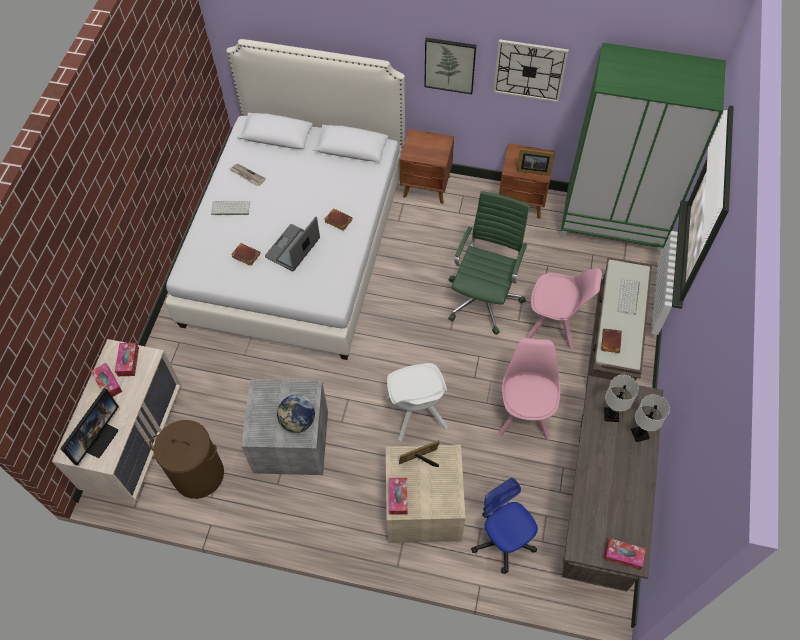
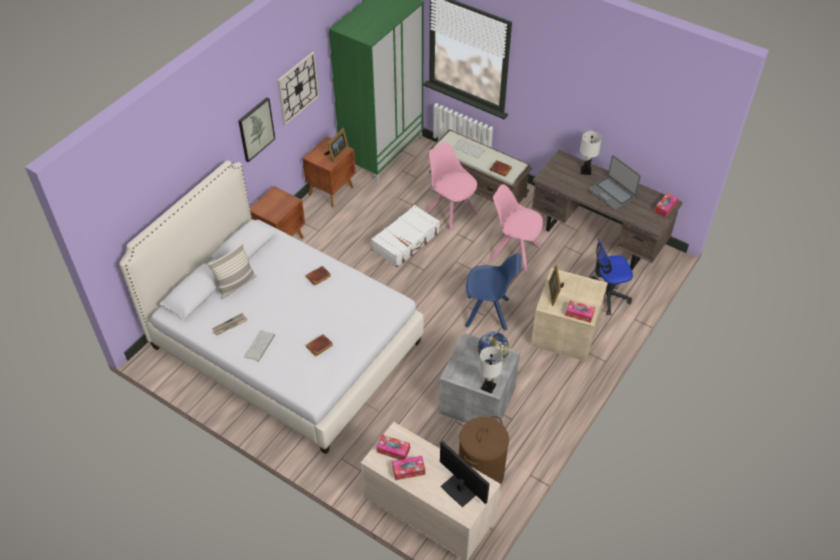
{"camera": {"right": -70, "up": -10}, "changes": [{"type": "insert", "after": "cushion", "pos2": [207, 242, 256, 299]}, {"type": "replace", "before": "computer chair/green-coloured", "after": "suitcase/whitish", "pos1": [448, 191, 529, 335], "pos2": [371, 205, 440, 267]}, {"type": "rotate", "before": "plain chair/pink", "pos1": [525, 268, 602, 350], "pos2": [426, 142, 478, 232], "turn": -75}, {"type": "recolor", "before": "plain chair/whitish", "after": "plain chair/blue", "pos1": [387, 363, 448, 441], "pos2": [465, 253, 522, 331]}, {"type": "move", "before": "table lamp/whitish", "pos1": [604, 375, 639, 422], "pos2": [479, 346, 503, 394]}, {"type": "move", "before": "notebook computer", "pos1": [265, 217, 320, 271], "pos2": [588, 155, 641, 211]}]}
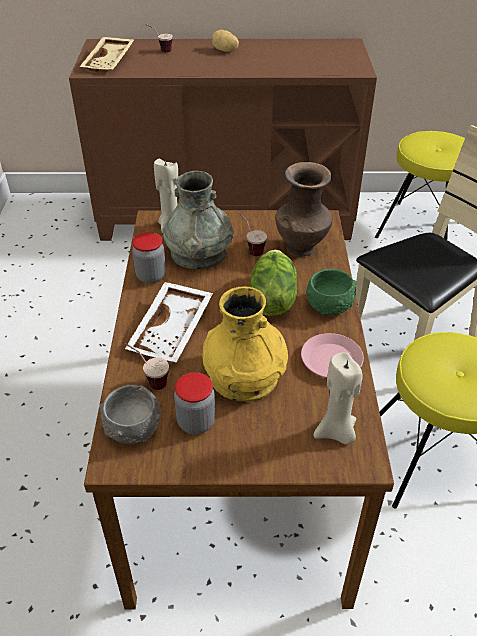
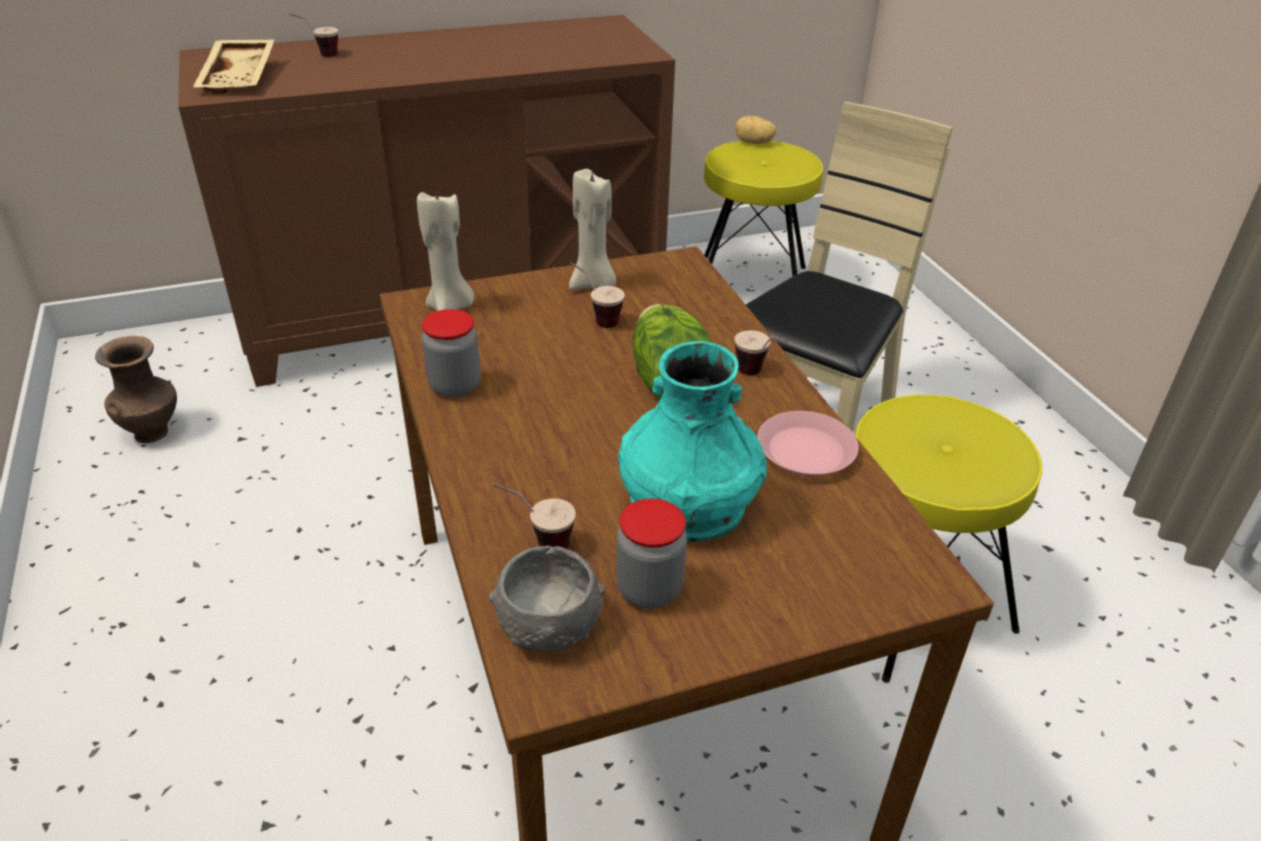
{"camera": {"right": -20, "up": -5}, "changes": [{"type": "move", "before": "decorative vase/brownish", "pos1": [275, 162, 332, 257], "pos2": [95, 336, 177, 443]}, {"type": "move", "before": "wax light/beige", "pos1": [313, 352, 363, 444], "pos2": [569, 169, 616, 290]}, {"type": "recolor", "before": "decorative vase/yellow", "after": "decorative vase/blue-green", "pos1": [203, 286, 288, 402], "pos2": [618, 341, 767, 542]}, {"type": "move", "before": "potato", "pos1": [212, 30, 239, 52], "pos2": [735, 116, 776, 144]}, {"type": "replace", "before": "serving bowl/green-coloured", "after": "drinking cup", "pos1": [306, 269, 357, 315], "pos2": [735, 330, 789, 375]}, {"type": "delete", "before": "carrying tray/whitish", "pos1": [125, 282, 213, 362]}, {"type": "delete", "before": "decorative vase/gray", "pos1": [163, 171, 234, 269]}]}
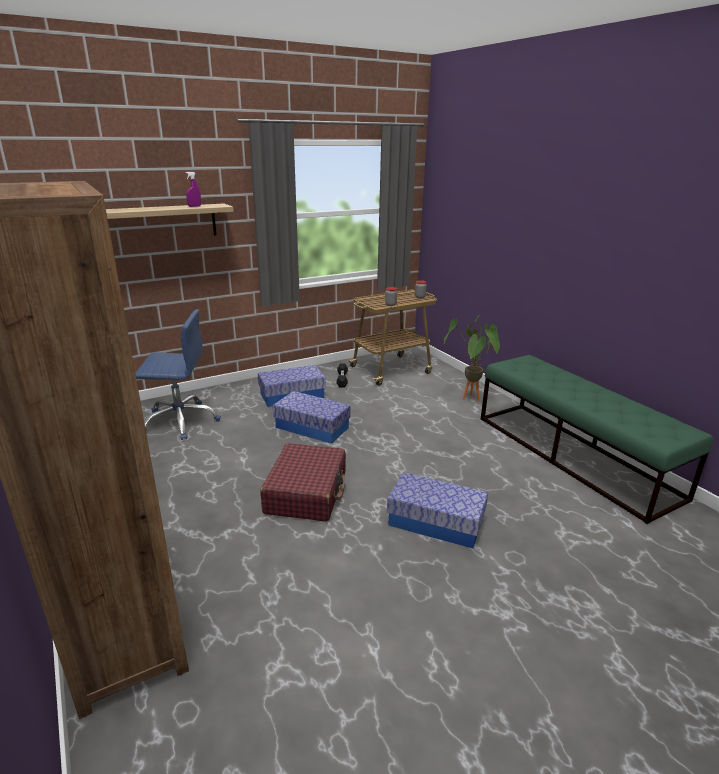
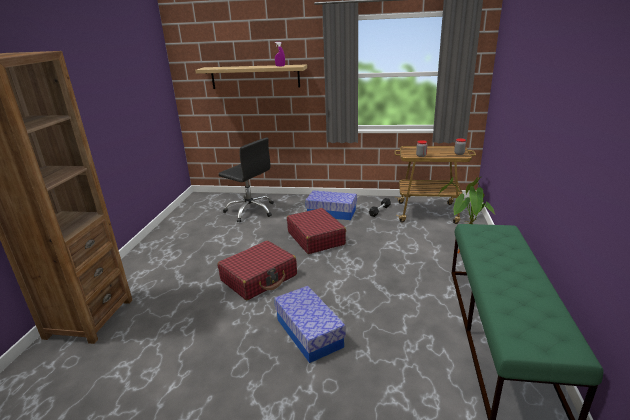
{"camera": {"right": 40, "up": 0}, "changes": [{"type": "recolor", "before": "computer chair/blue", "after": "computer chair/black", "pos1": [135, 309, 221, 440], "pos2": [219, 137, 274, 223]}, {"type": "replace", "before": "storage container", "after": "suitcase/red-coloured", "pos1": [273, 391, 351, 444], "pos2": [287, 208, 346, 254]}]}
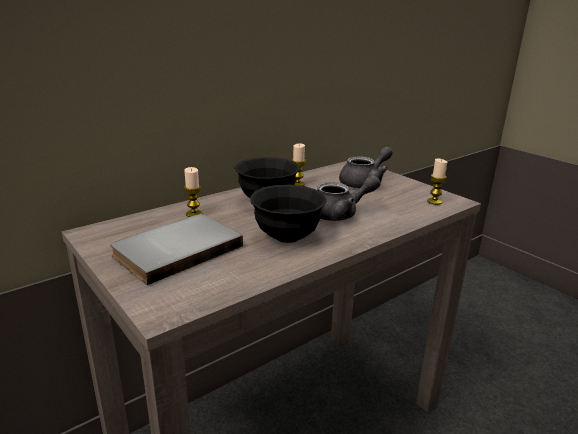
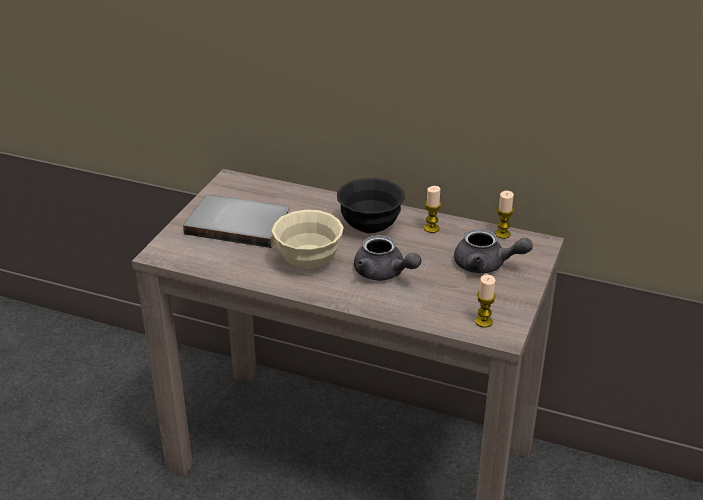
{"camera": {"right": 60, "up": 10}, "changes": [{"type": "recolor", "before": "serving bowl/black", "after": "serving bowl/beige", "pos1": [250, 185, 327, 243], "pos2": [272, 210, 344, 269]}, {"type": "move", "before": "wax light", "pos1": [184, 167, 202, 217], "pos2": [495, 191, 514, 239]}]}
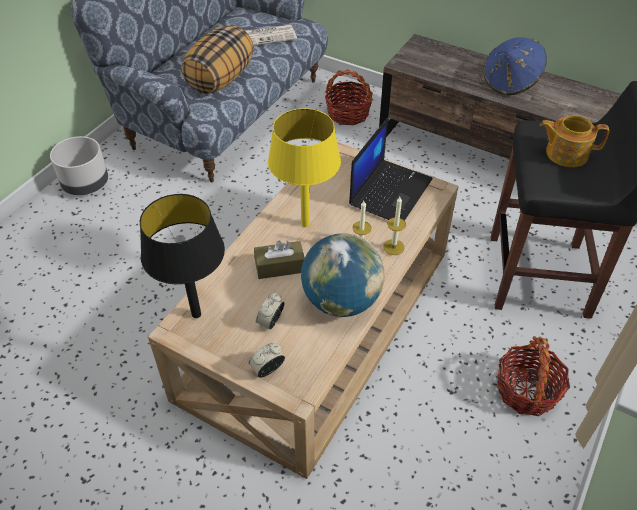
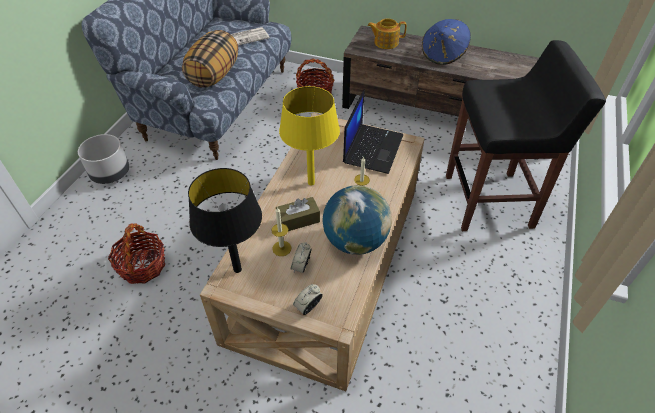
{"camera": {"right": -10, "up": 0}, "changes": [{"type": "move", "before": "storage basket", "pos1": [497, 336, 570, 416], "pos2": [108, 223, 165, 284]}, {"type": "move", "before": "wax light", "pos1": [383, 197, 406, 255], "pos2": [271, 207, 291, 256]}, {"type": "move", "before": "tea pot", "pos1": [540, 115, 609, 167], "pos2": [368, 18, 407, 49]}]}
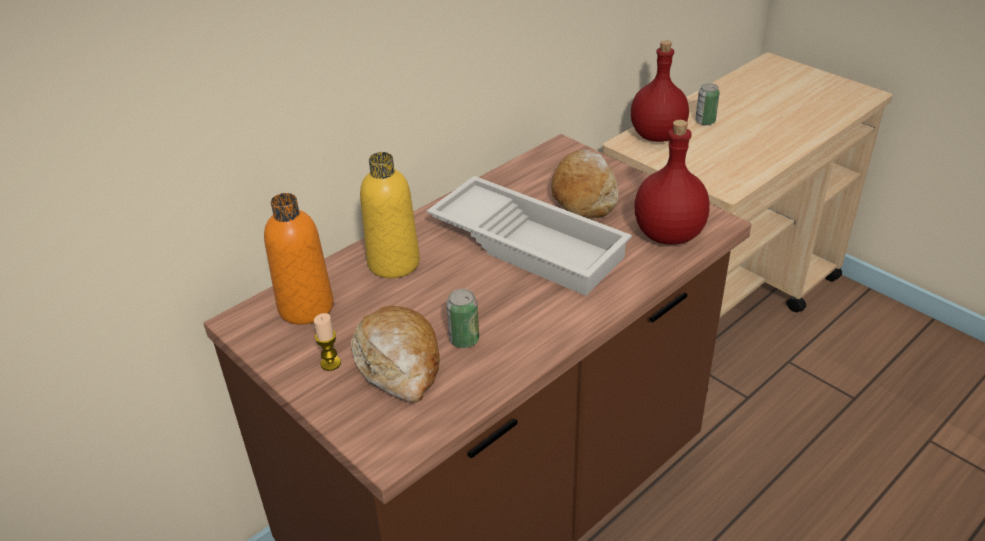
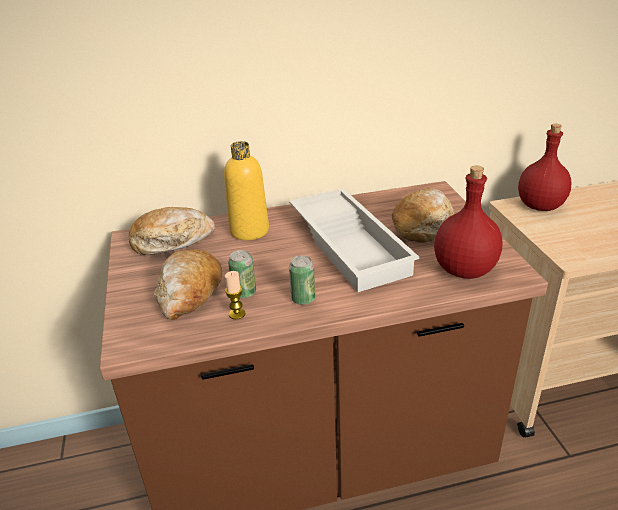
{"camera": {"right": 30, "up": -5}, "changes": [{"type": "replace", "before": "drink bottle/orangey", "after": "bread", "pos1": [264, 193, 334, 325], "pos2": [129, 207, 215, 255]}, {"type": "move", "before": "wax light", "pos1": [314, 313, 341, 371], "pos2": [225, 271, 245, 320]}, {"type": "move", "before": "metal can", "pos1": [695, 83, 720, 125], "pos2": [289, 255, 315, 305]}]}
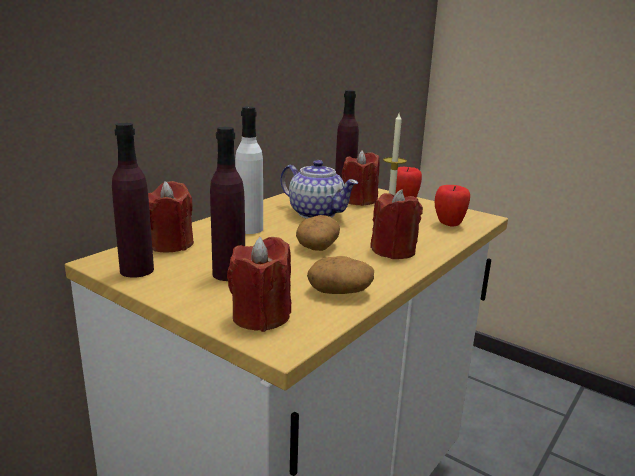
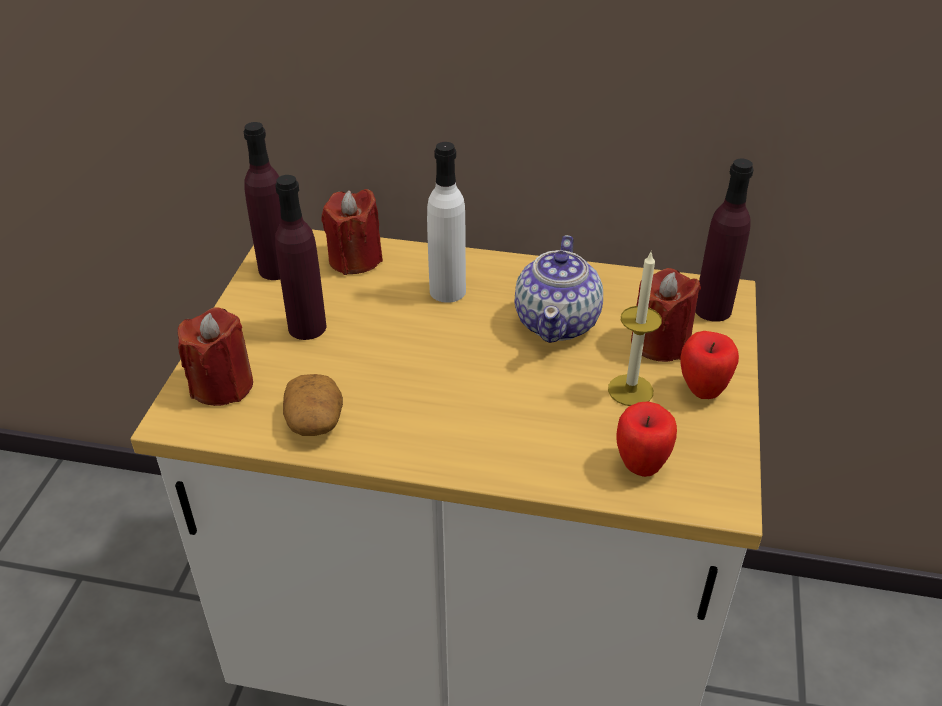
{"camera": {"right": 65, "up": 20}, "changes": [{"type": "delete", "before": "potato", "pos1": [296, 215, 340, 251]}, {"type": "delete", "before": "wax light/red-coloured", "pos1": [370, 189, 423, 259]}]}
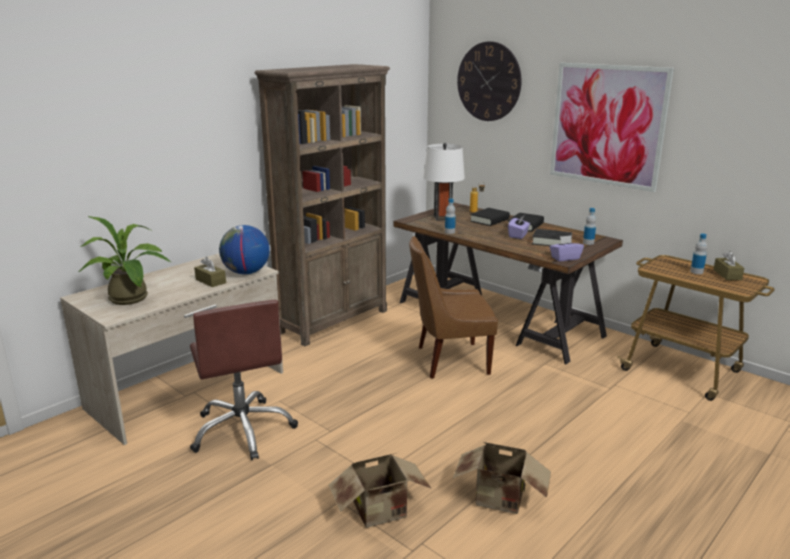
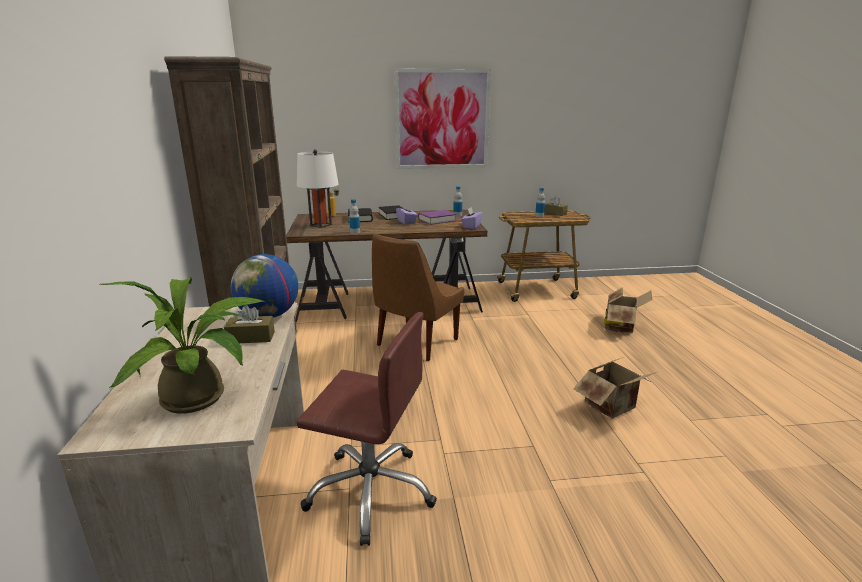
{"camera": {"right": -50, "up": 0}, "changes": [{"type": "recolor", "before": "volume/black", "after": "volume/purple", "pos1": [532, 229, 572, 246], "pos2": [418, 210, 456, 225]}, {"type": "move", "before": "cardboard box", "pos1": [329, 453, 431, 528], "pos2": [604, 287, 653, 333]}, {"type": "delete", "before": "clock on the wall", "pos1": [457, 41, 522, 121]}]}
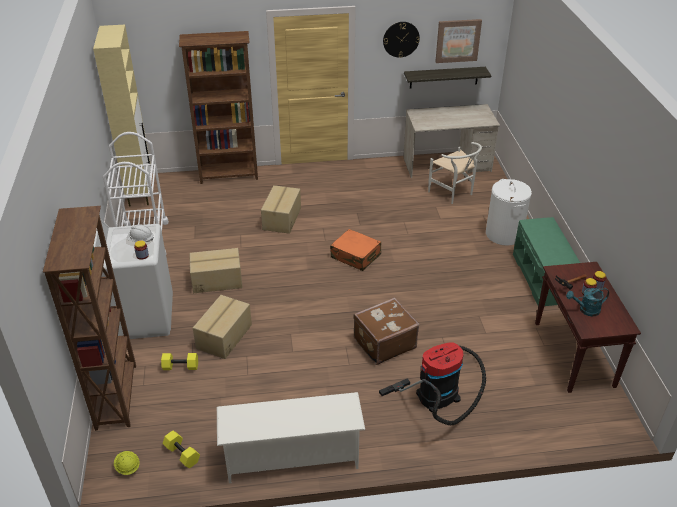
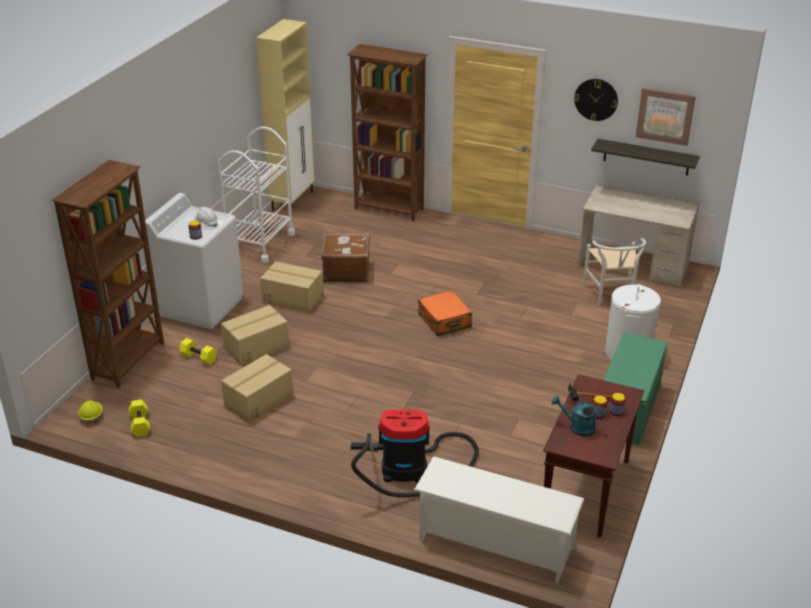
{"camera": {"right": 30, "up": -5}, "changes": [{"type": "move", "before": "cardboard box", "pos1": [261, 185, 301, 234], "pos2": [221, 354, 294, 423]}, {"type": "move", "before": "suitcase/brownish", "pos1": [354, 297, 419, 365], "pos2": [321, 233, 370, 282]}, {"type": "move", "before": "shoe rack/whitish", "pos1": [217, 392, 365, 483], "pos2": [414, 456, 584, 584]}]}
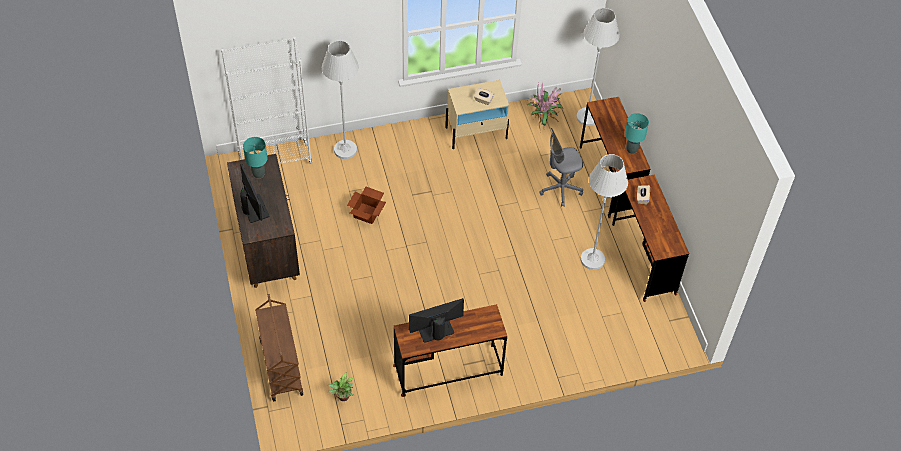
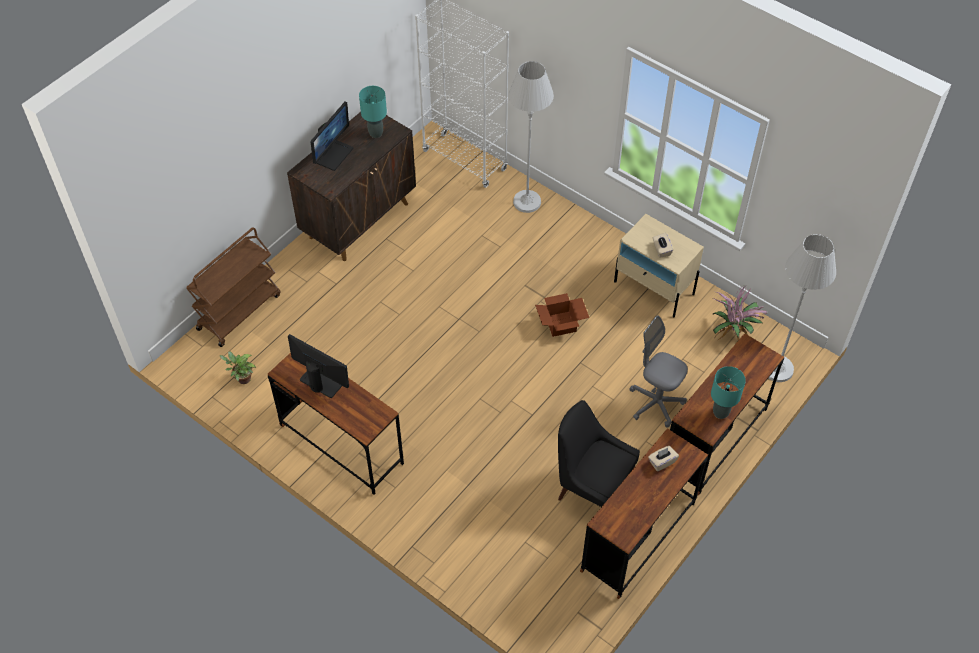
{"camera": {"right": 55, "up": 0}, "changes": [{"type": "move", "before": "cardboard box", "pos1": [347, 187, 386, 224], "pos2": [535, 293, 589, 337]}, {"type": "replace", "before": "standard lamp/whitish", "after": "plain chair/black", "pos1": [581, 154, 628, 270], "pos2": [558, 400, 640, 507]}]}
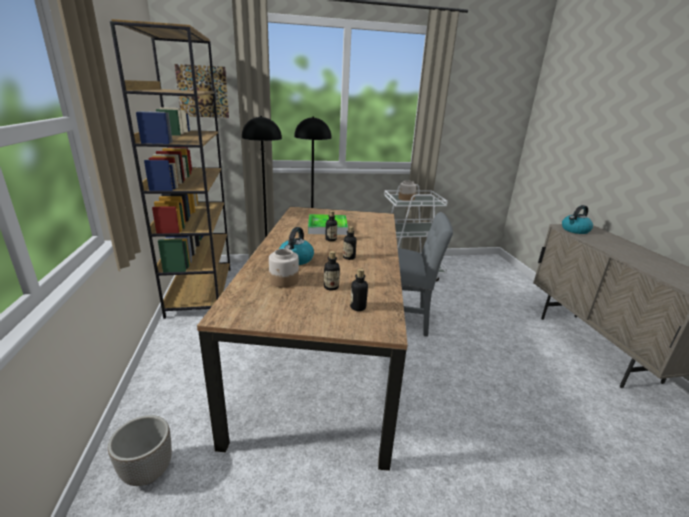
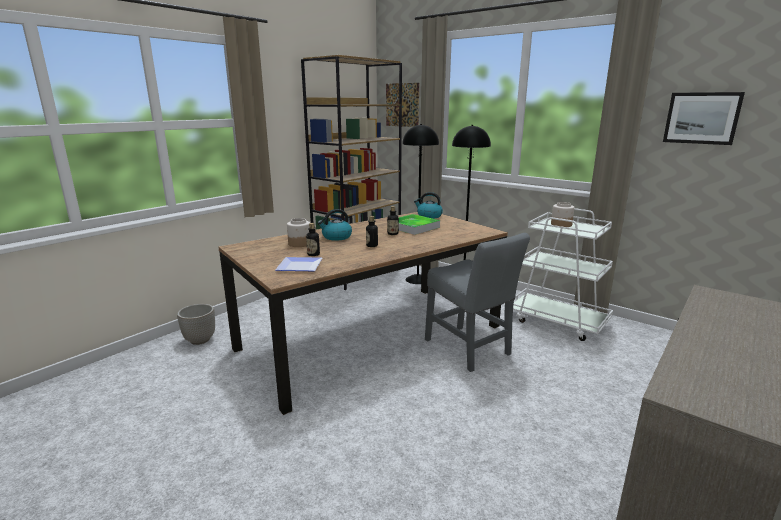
{"camera": {"right": 50, "up": -5}, "changes": [{"type": "replace", "before": "drink bottle", "after": "flat dish", "pos1": [350, 268, 368, 311], "pos2": [275, 257, 322, 271]}, {"type": "move", "before": "tea kettle", "pos1": [562, 205, 593, 234], "pos2": [414, 192, 443, 219]}, {"type": "insert", "after": "wall picture", "pos2": [663, 92, 745, 145]}]}
